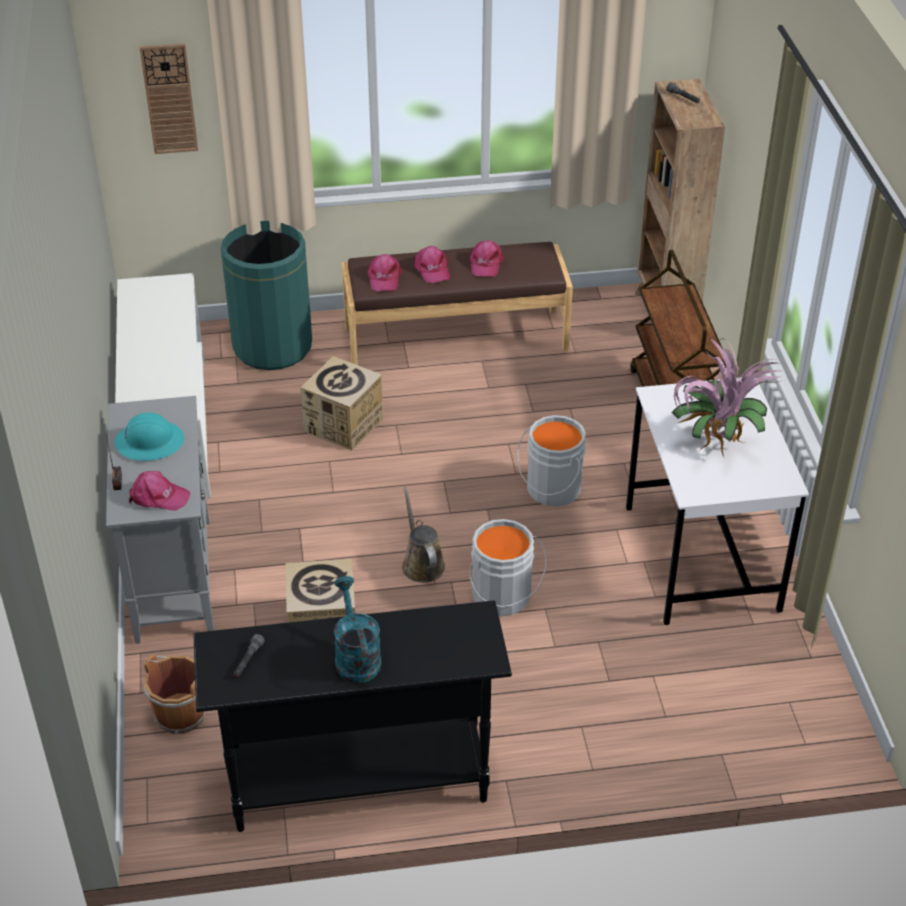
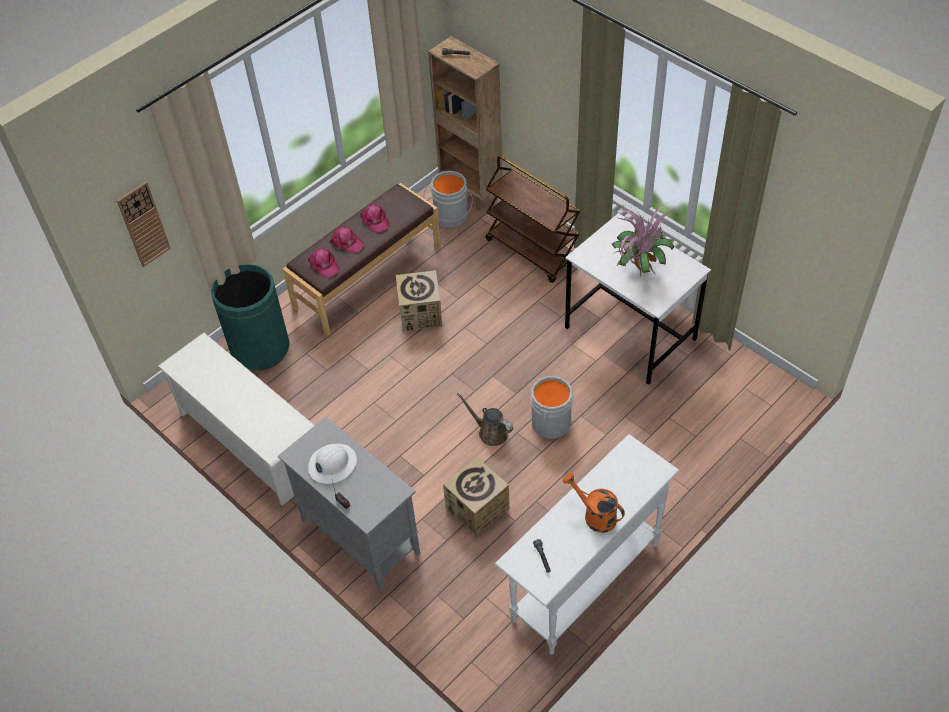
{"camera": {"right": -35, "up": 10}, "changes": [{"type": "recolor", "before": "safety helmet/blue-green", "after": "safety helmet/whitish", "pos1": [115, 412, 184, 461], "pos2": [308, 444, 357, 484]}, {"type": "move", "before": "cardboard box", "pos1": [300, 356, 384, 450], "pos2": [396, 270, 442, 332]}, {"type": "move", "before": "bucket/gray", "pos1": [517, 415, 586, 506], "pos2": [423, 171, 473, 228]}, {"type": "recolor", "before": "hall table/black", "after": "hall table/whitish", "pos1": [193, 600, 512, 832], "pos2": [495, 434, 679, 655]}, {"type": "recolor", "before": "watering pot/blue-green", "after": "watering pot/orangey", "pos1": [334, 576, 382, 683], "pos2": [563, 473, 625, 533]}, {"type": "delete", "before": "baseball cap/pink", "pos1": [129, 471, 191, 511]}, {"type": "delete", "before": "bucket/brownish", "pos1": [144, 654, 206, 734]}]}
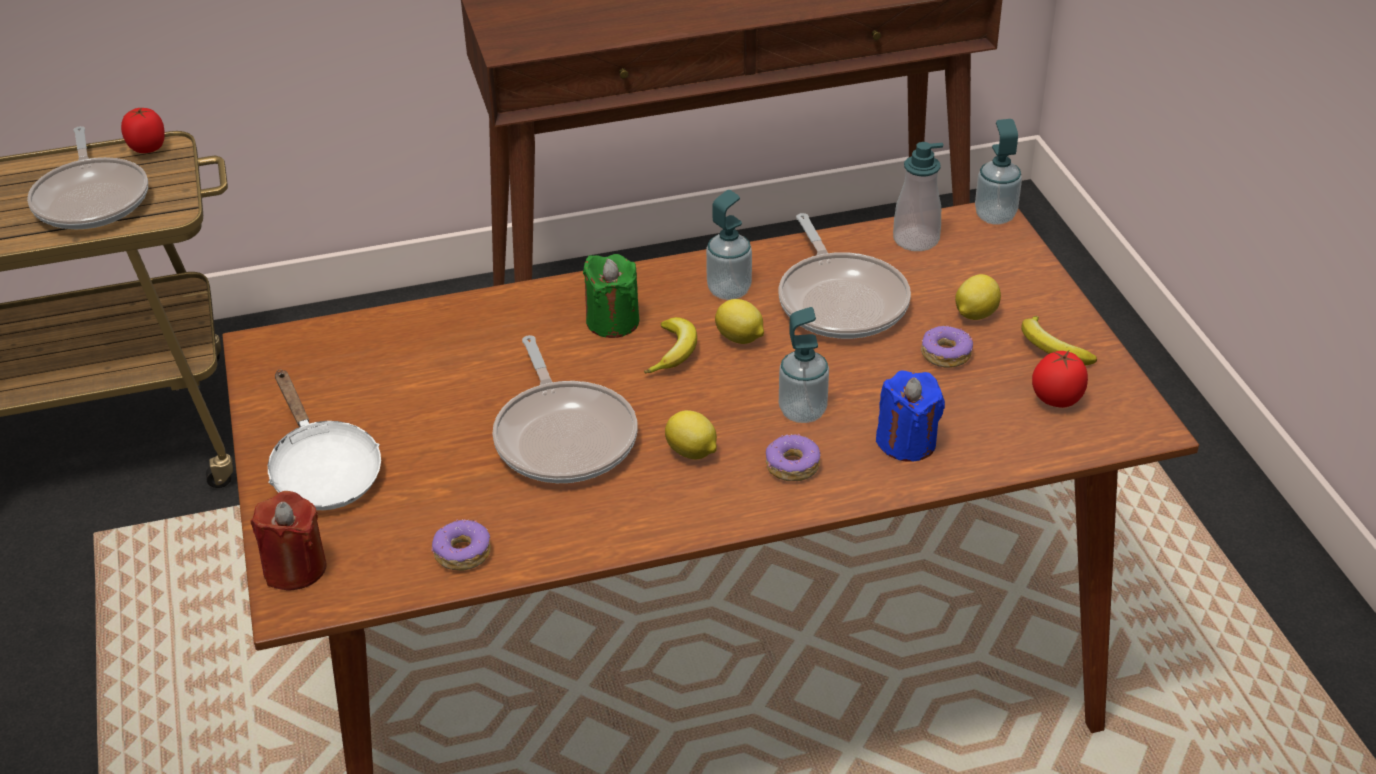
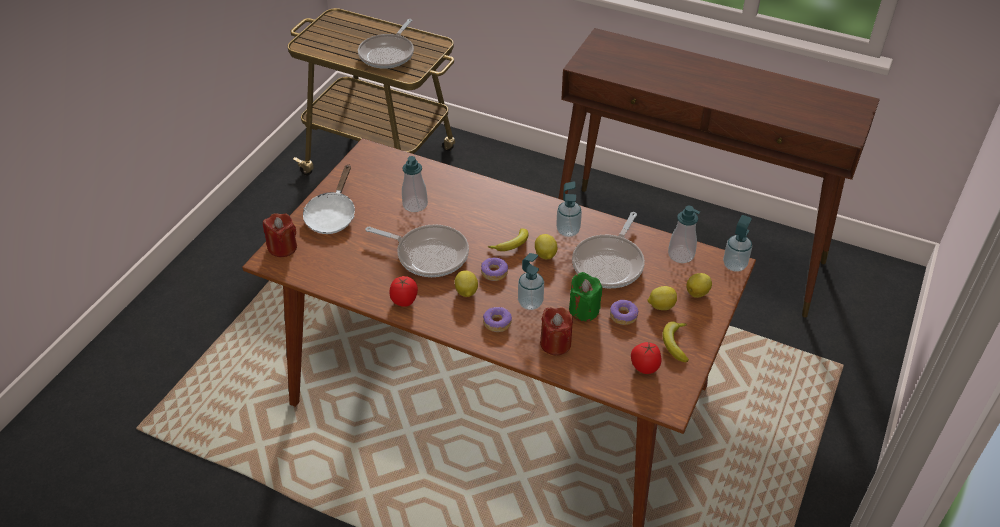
{"camera": {"right": 40, "up": 5}, "changes": [{"type": "rotate", "before": "pan", "pos1": [493, 335, 637, 483], "pos2": [365, 224, 469, 277], "turn": -90}, {"type": "move", "before": "tomato", "pos1": [121, 107, 165, 153], "pos2": [389, 276, 418, 307]}, {"type": "insert", "after": "soap dispenser", "pos2": [402, 156, 428, 212]}, {"type": "move", "before": "ring doughnut", "pos1": [432, 519, 491, 571], "pos2": [481, 257, 508, 281]}, {"type": "recolor", "before": "wax light/blue", "after": "wax light/red-coloured", "pos1": [876, 370, 945, 462], "pos2": [540, 307, 573, 356]}, {"type": "move", "before": "wax light/green-coloured", "pos1": [583, 254, 639, 338], "pos2": [569, 272, 602, 321]}, {"type": "insert", "after": "lemon", "pos2": [686, 273, 712, 298]}]}
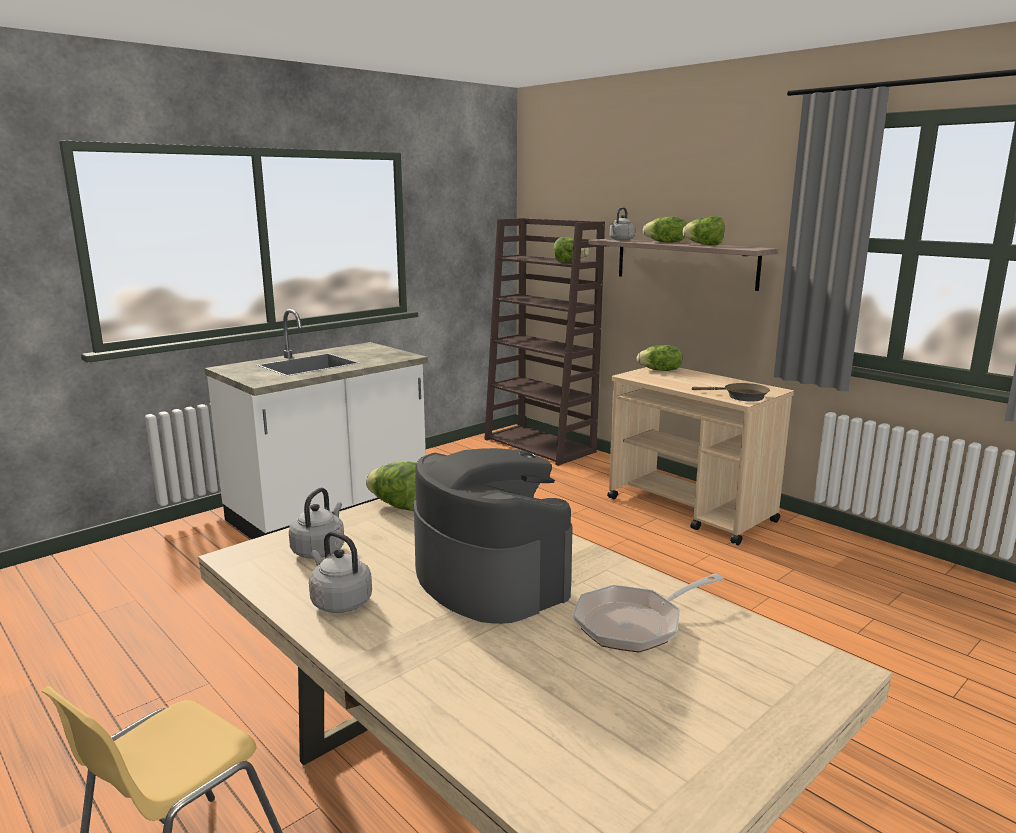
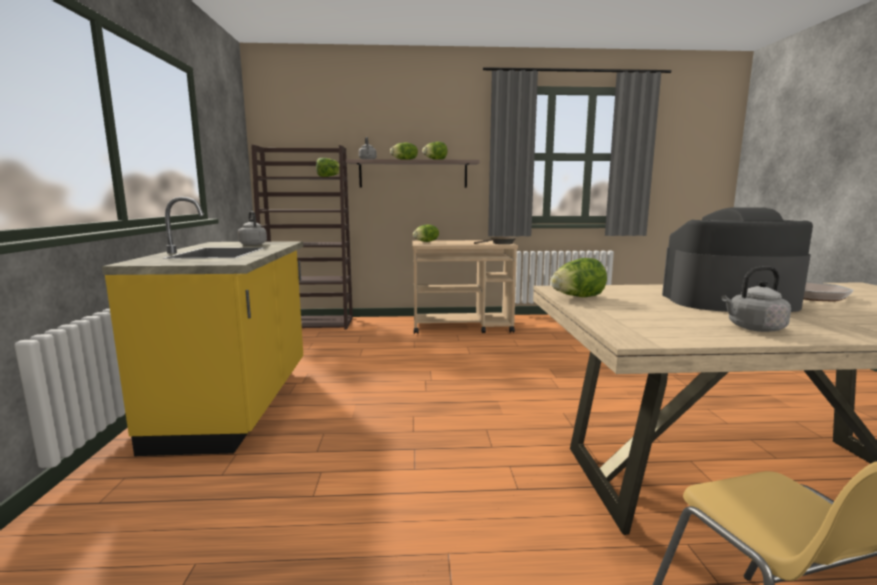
{"camera": {"right": -50, "up": -5}, "changes": [{"type": "recolor", "before": "counter/whitish", "after": "counter/yellow", "pos1": [204, 309, 428, 539], "pos2": [102, 197, 303, 456]}, {"type": "move", "before": "tea kettle/gray", "pos1": [289, 488, 344, 559], "pos2": [238, 211, 267, 245]}]}
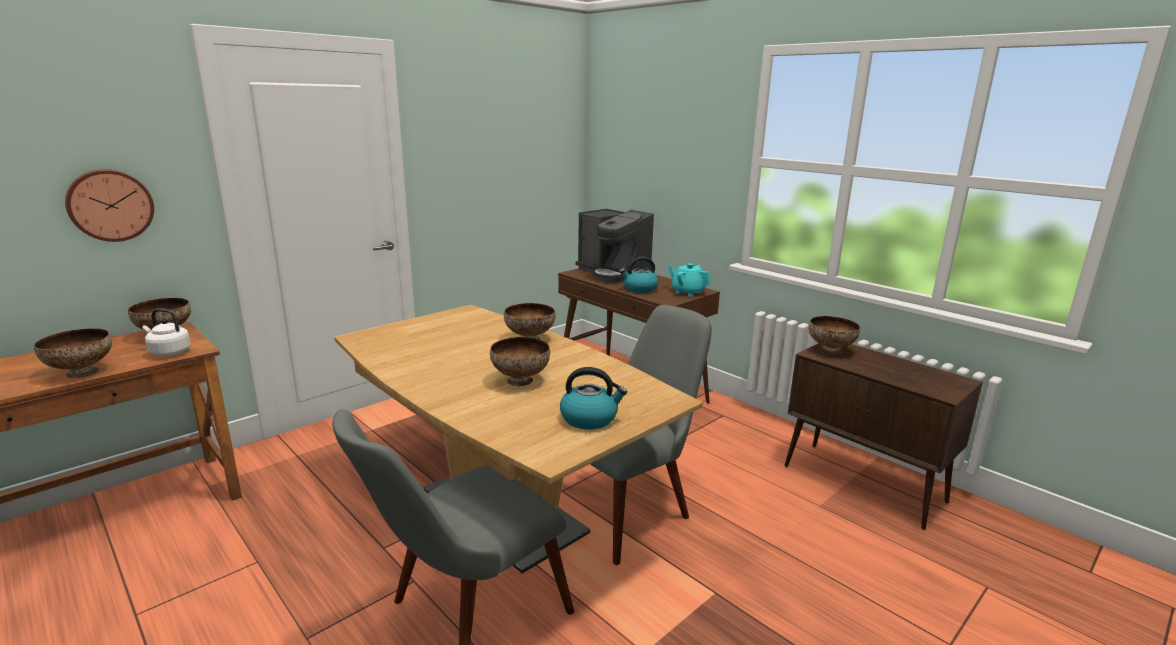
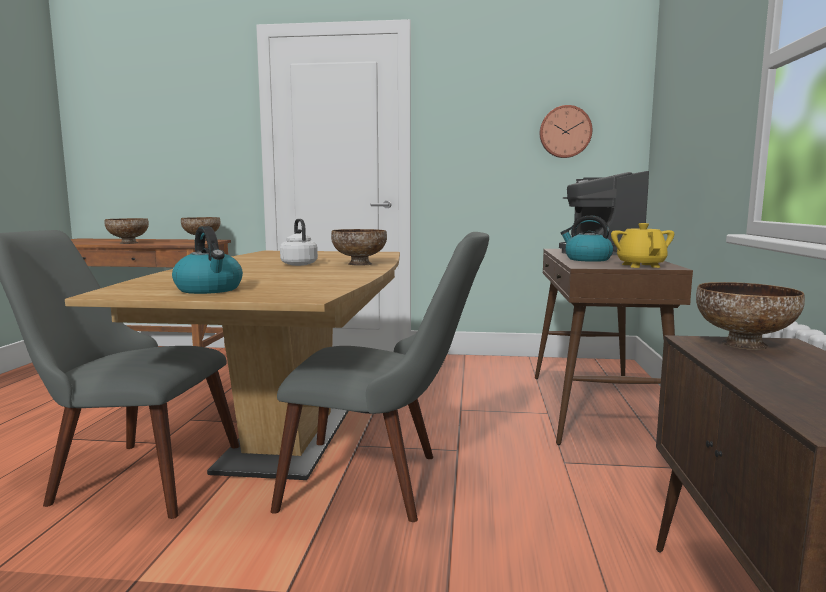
{"camera": {"right": 50, "up": -10}, "changes": [{"type": "move", "before": "tea kettle/whitish", "pos1": [143, 309, 191, 357], "pos2": [280, 219, 318, 266]}, {"type": "move", "before": "clock on the wall", "pos1": [65, 169, 154, 242], "pos2": [540, 105, 592, 158]}, {"type": "recolor", "before": "tea pot/blue-green", "after": "tea pot/yellow", "pos1": [668, 263, 711, 296], "pos2": [611, 223, 674, 268]}, {"type": "delete", "before": "serving bowl", "pos1": [490, 337, 550, 386]}]}
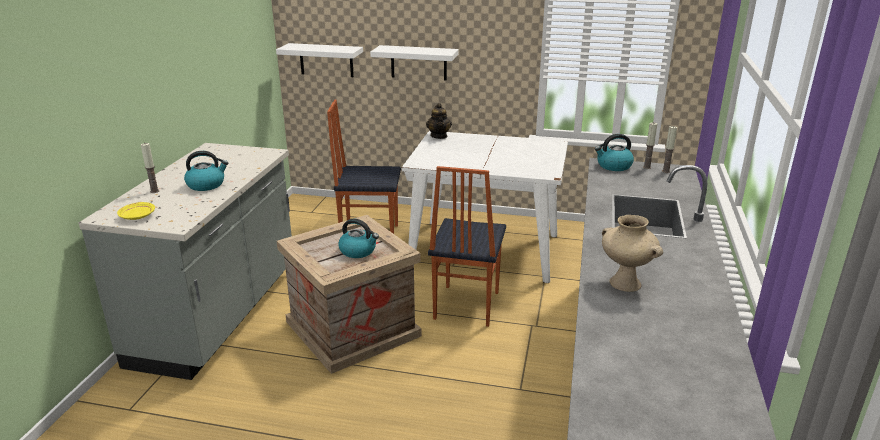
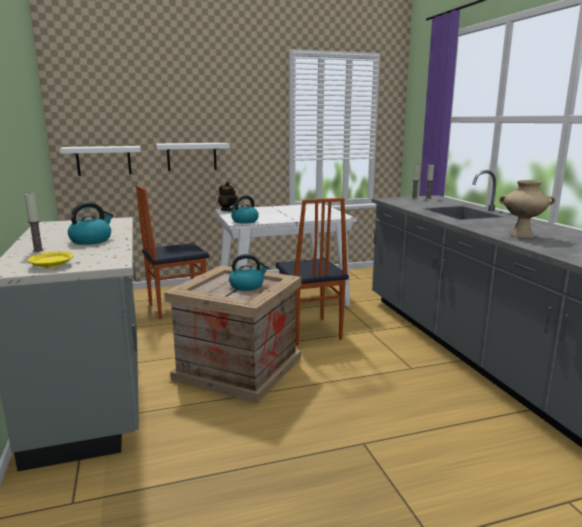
{"camera": {"right": -30, "up": -10}, "changes": [{"type": "move", "before": "tea kettle", "pos1": [595, 134, 634, 171], "pos2": [229, 195, 259, 224]}]}
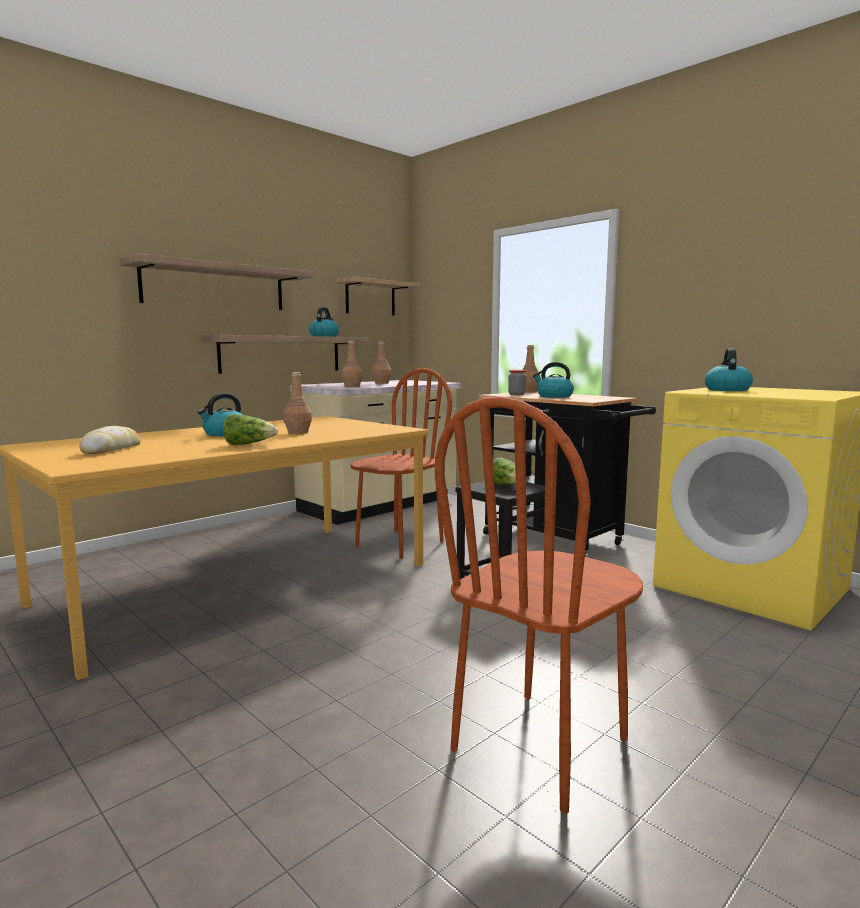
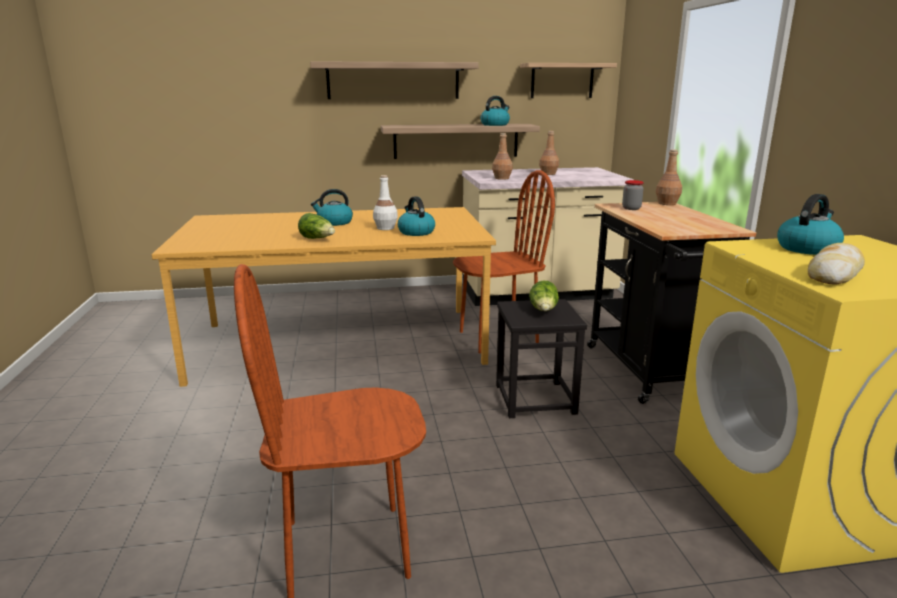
{"camera": {"right": 35, "up": 10}, "changes": [{"type": "recolor", "before": "drink bottle/brownish", "after": "drink bottle/whitish", "pos1": [283, 372, 312, 434], "pos2": [373, 175, 398, 230]}, {"type": "move", "before": "tea kettle", "pos1": [533, 362, 574, 398], "pos2": [398, 196, 435, 236]}, {"type": "move", "before": "bread", "pos1": [79, 426, 141, 454], "pos2": [807, 243, 865, 284]}]}
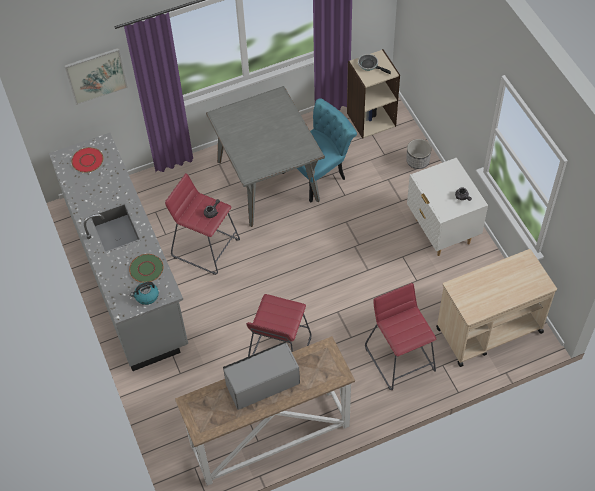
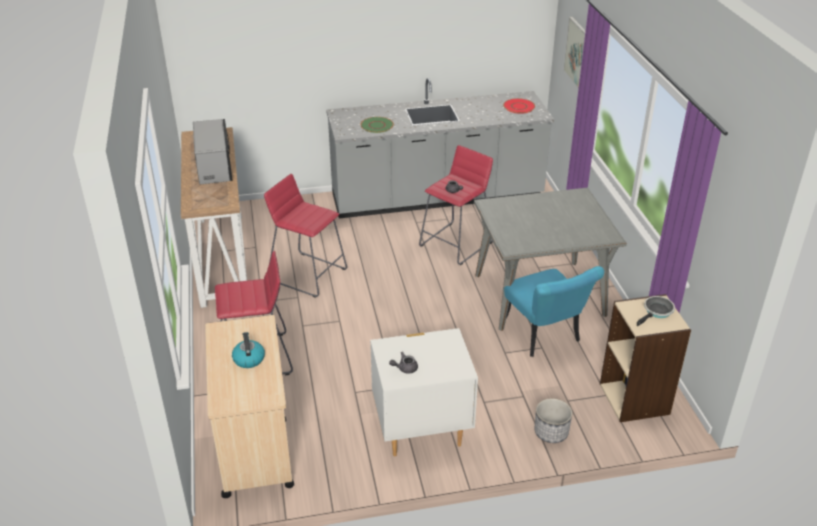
{"camera": {"right": 100, "up": -20}, "changes": [{"type": "move", "before": "tea kettle", "pos1": [130, 282, 159, 305], "pos2": [232, 332, 265, 368]}]}
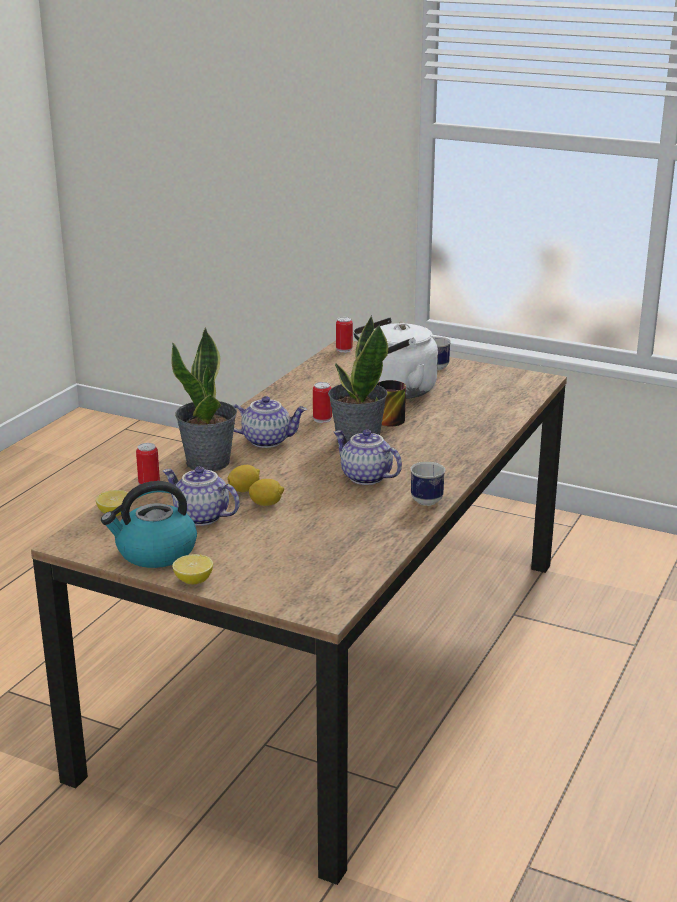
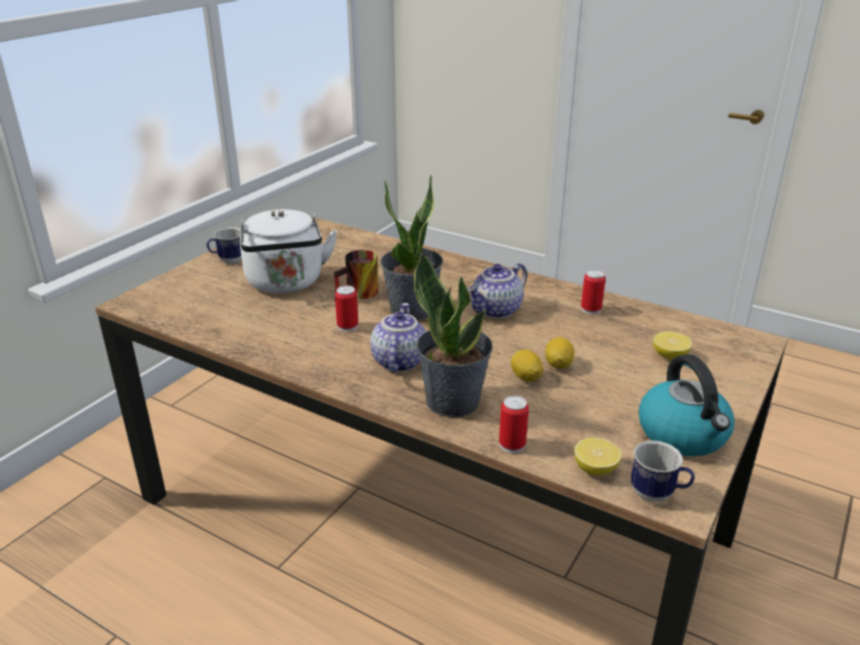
{"camera": {"right": -85, "up": 5}, "changes": [{"type": "move", "before": "metal can", "pos1": [336, 317, 353, 353], "pos2": [581, 270, 606, 314]}, {"type": "move", "before": "coffee mug", "pos1": [410, 462, 445, 506], "pos2": [631, 441, 695, 502]}, {"type": "move", "before": "lemon", "pos1": [172, 554, 213, 584], "pos2": [653, 331, 692, 360]}, {"type": "delete", "before": "tea pot", "pos1": [163, 467, 240, 526]}]}
